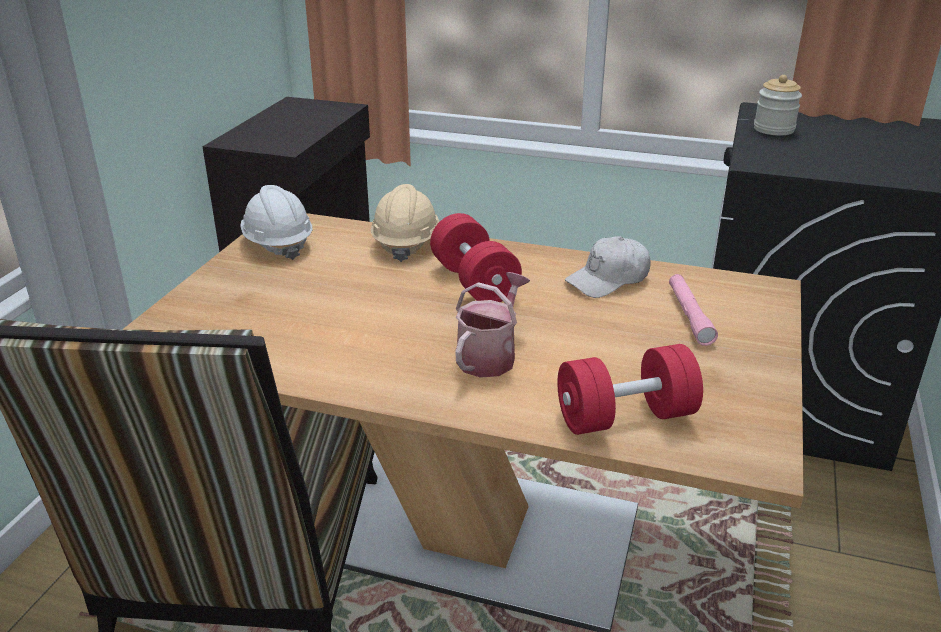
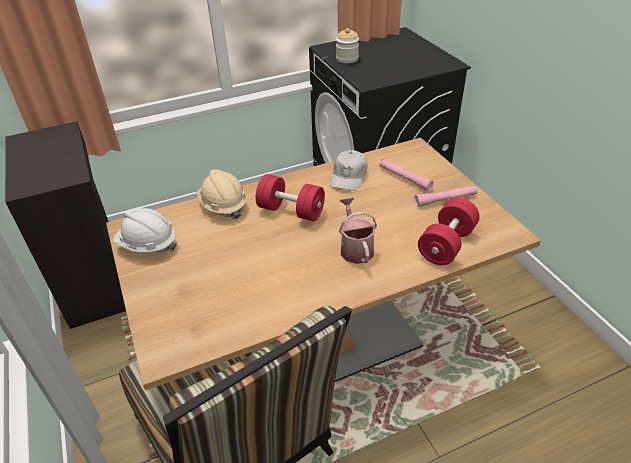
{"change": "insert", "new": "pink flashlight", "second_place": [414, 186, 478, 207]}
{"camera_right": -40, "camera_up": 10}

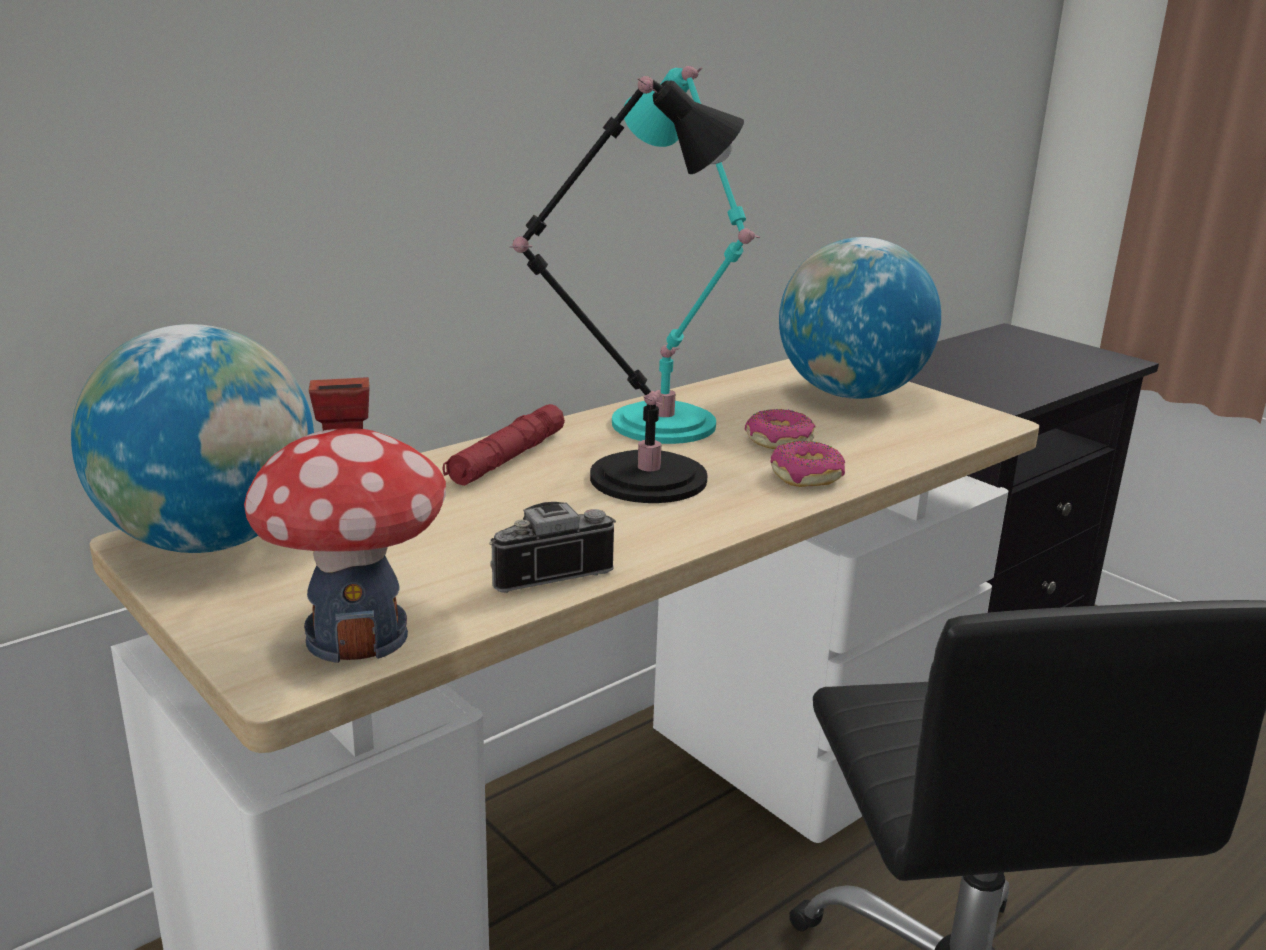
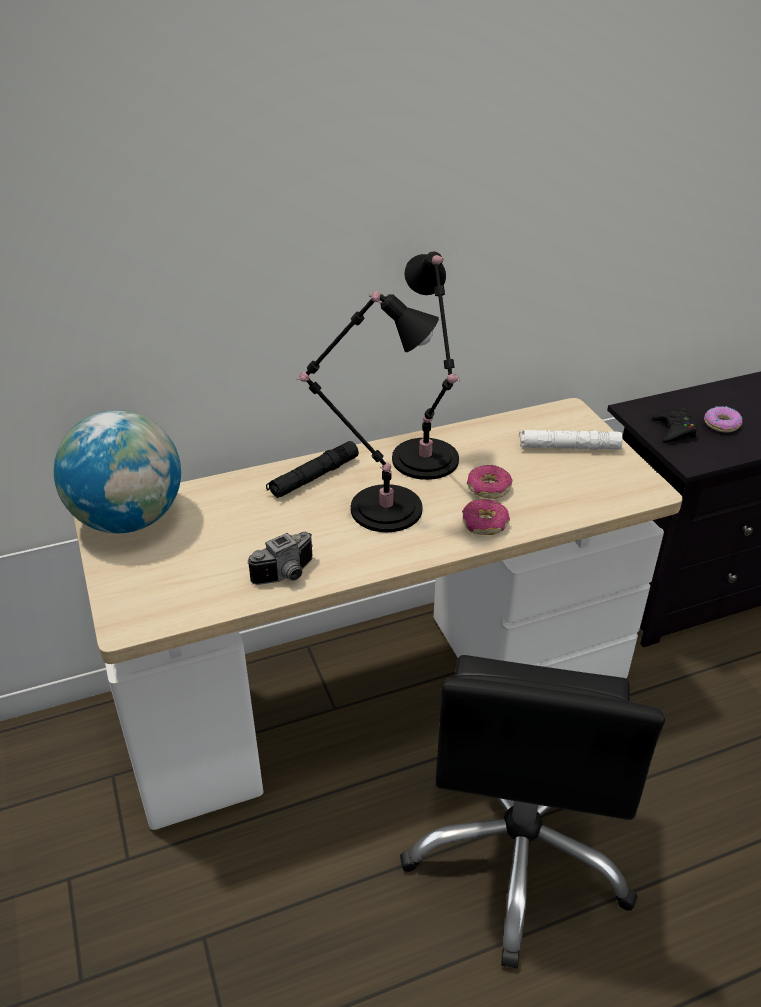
{"change": "delete", "old": "toy house", "first_place": [244, 377, 446, 663]}
{"change": "recolor", "old": "red flashlight", "new": "black flashlight", "first_place": [442, 404, 565, 486], "second_place": [266, 441, 359, 498]}
{"change": "rotate", "old": "photo camera", "first_place": [489, 502, 616, 593], "second_place": [248, 532, 312, 585], "degrees": 150}
{"change": "recolor", "old": "turquoise table lamp", "new": "black table lamp", "first_place": [612, 66, 760, 444], "second_place": [392, 251, 460, 480]}
{"change": "replace", "old": "globe", "new": "white flashlight", "first_place": [779, 237, 941, 399], "second_place": [519, 430, 623, 450]}
{"change": "insert", "new": "black game controller", "second_place": [652, 408, 698, 442]}
{"change": "insert", "new": "donut", "second_place": [704, 406, 742, 433]}
{"camera_right": 20, "camera_up": 15}

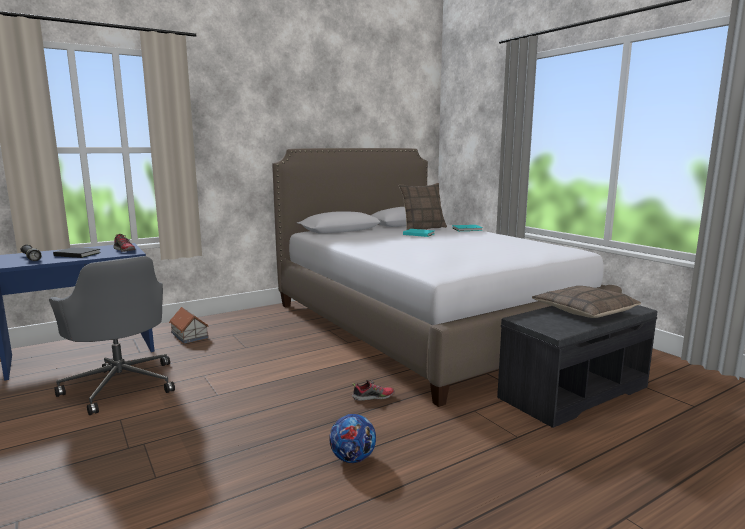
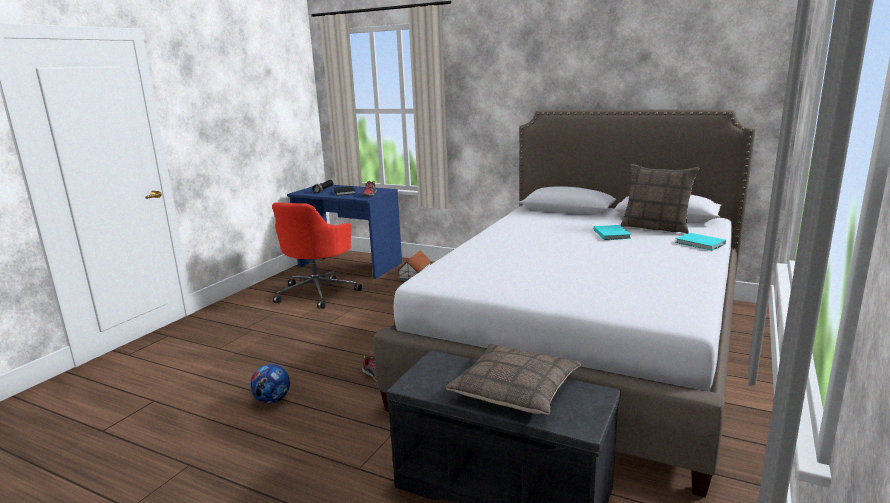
{"change": "recolor", "old": "grey office chair", "new": "red office chair", "first_place": [49, 256, 175, 415], "second_place": [272, 202, 362, 309]}
{"camera_right": 60, "camera_up": 5}

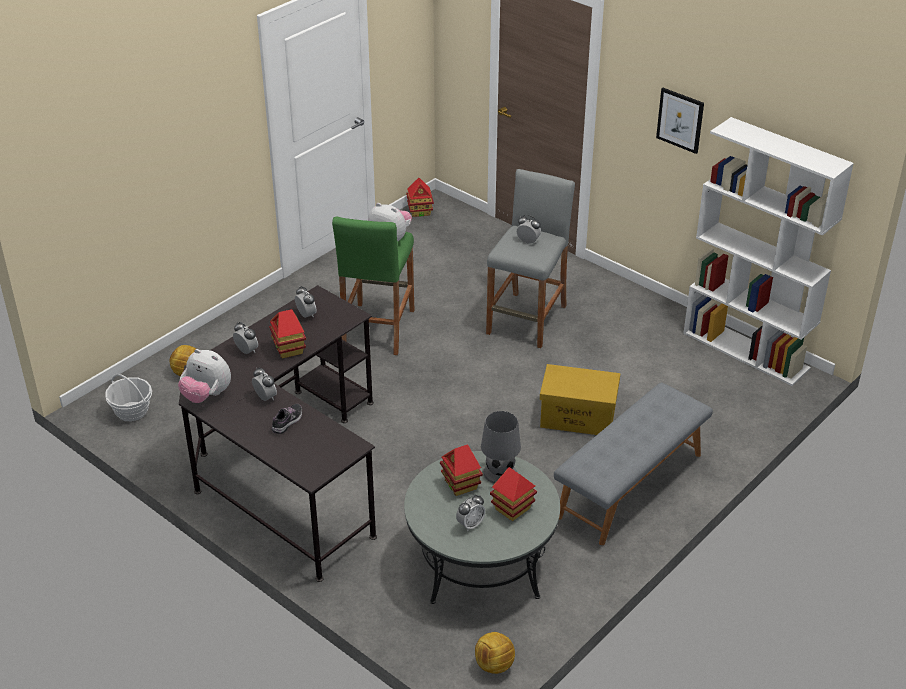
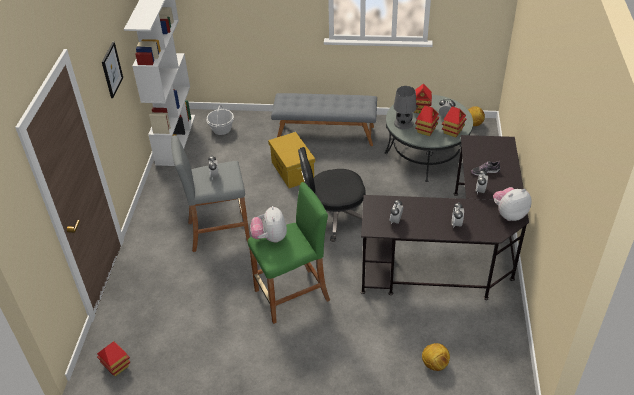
{"change": "move", "old": "basket", "first_place": [105, 374, 152, 421], "second_place": [207, 104, 234, 135]}
{"change": "rotate", "old": "plush toy", "first_place": [178, 349, 231, 403], "second_place": [493, 187, 532, 221], "degrees": -105}
{"change": "move", "old": "toy house", "first_place": [269, 309, 306, 359], "second_place": [442, 106, 467, 138]}
{"change": "insert", "new": "black office chair", "second_place": [298, 147, 365, 242]}
{"camera_right": -125, "camera_up": 5}

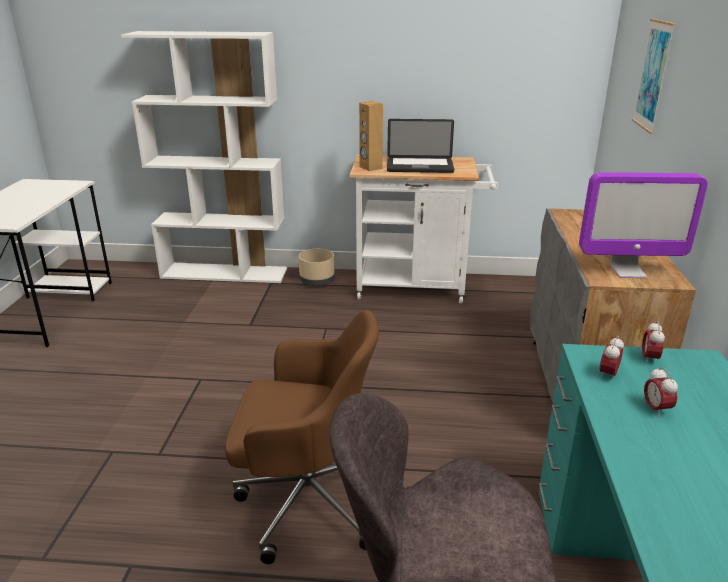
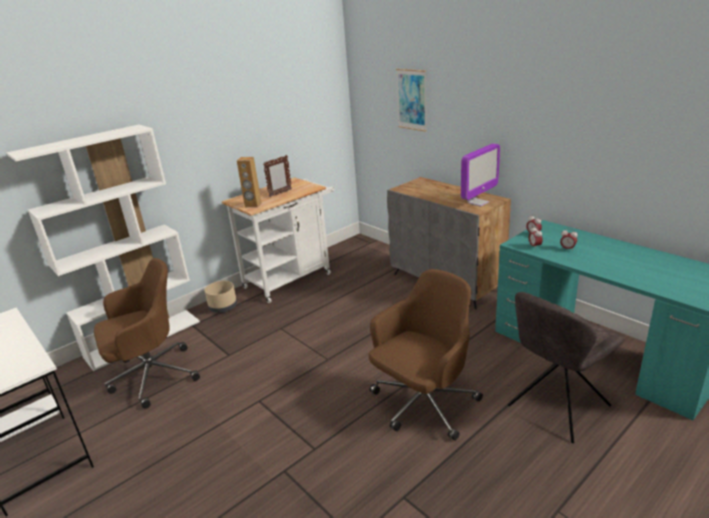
{"change": "replace", "old": "laptop", "new": "picture frame", "first_place": [387, 119, 454, 173], "second_place": [263, 155, 292, 197]}
{"change": "insert", "new": "brown office chair", "second_place": [94, 258, 200, 409]}
{"camera_right": -45, "camera_up": 0}

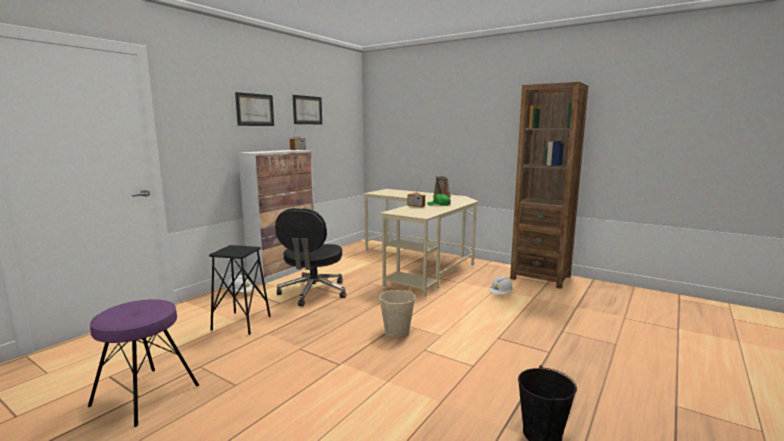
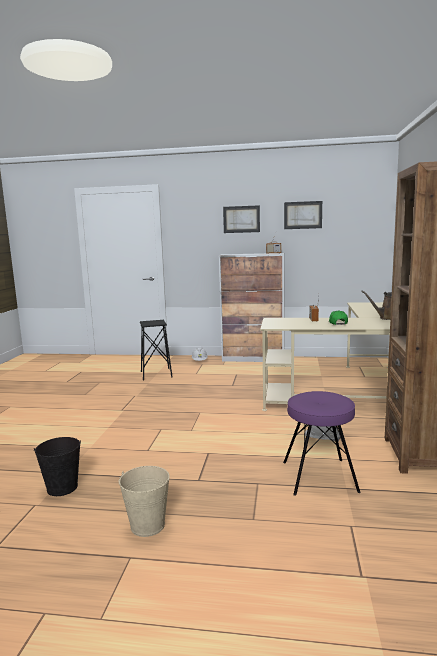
{"change": "move", "old": "purple stool", "first_place": [88, 299, 199, 427], "second_place": [283, 391, 361, 496]}
{"change": "delete", "old": "black office chair", "first_place": [275, 208, 346, 306]}
{"change": "move", "old": "beige bucket", "first_place": [379, 290, 416, 338], "second_place": [119, 466, 170, 537]}
{"camera_right": 65, "camera_up": 0}

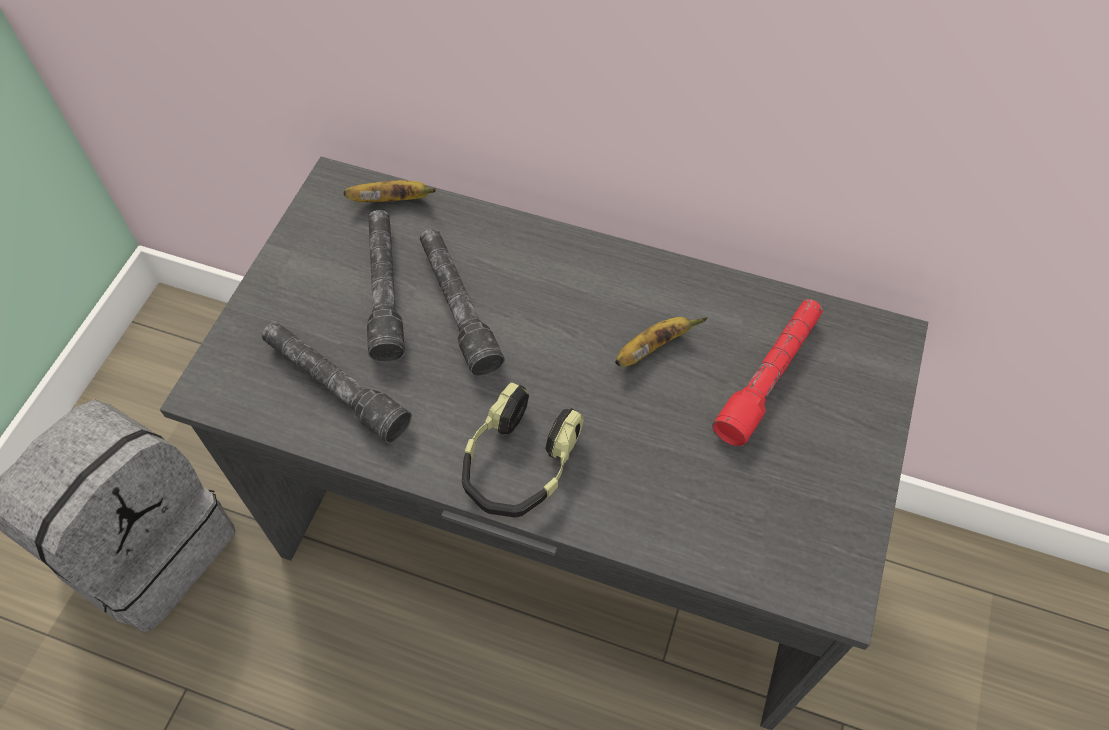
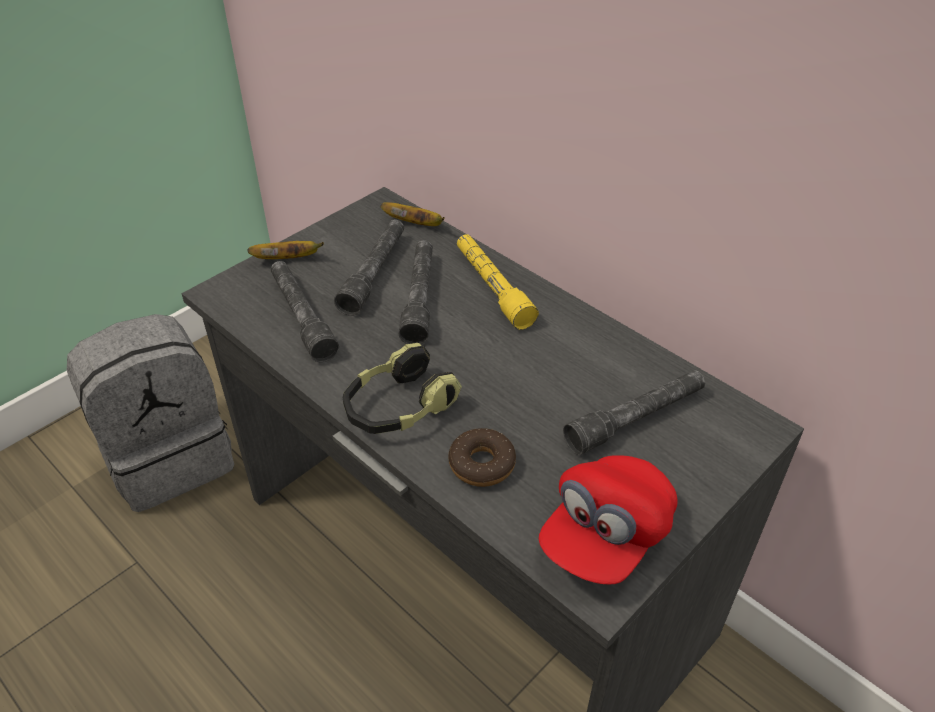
{"change": "move", "old": "banana", "first_place": [615, 317, 708, 367], "second_place": [247, 241, 324, 259]}
{"change": "recolor", "old": "red flashlight", "new": "grey flashlight", "first_place": [712, 299, 823, 447], "second_place": [563, 370, 705, 455]}
{"change": "insert", "new": "donut", "second_place": [449, 428, 516, 487]}
{"change": "insert", "new": "yellow flashlight", "second_place": [457, 234, 539, 330]}
{"change": "insert", "new": "red cap", "second_place": [539, 455, 678, 585]}
{"camera_right": 25, "camera_up": -15}

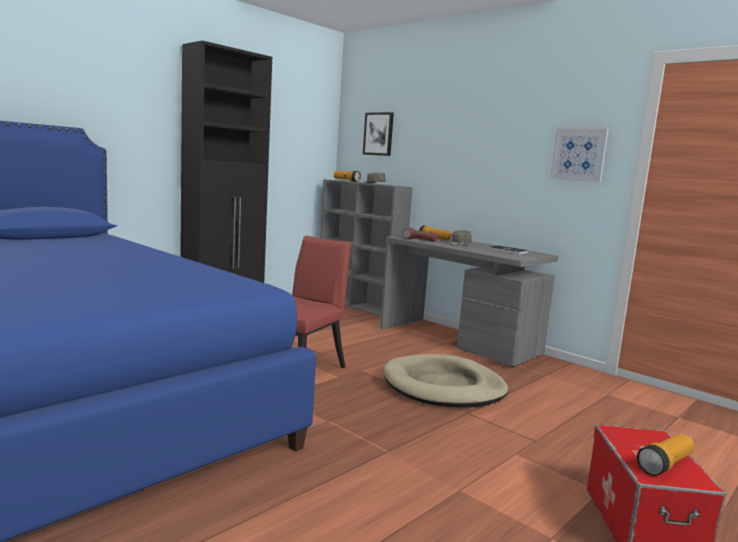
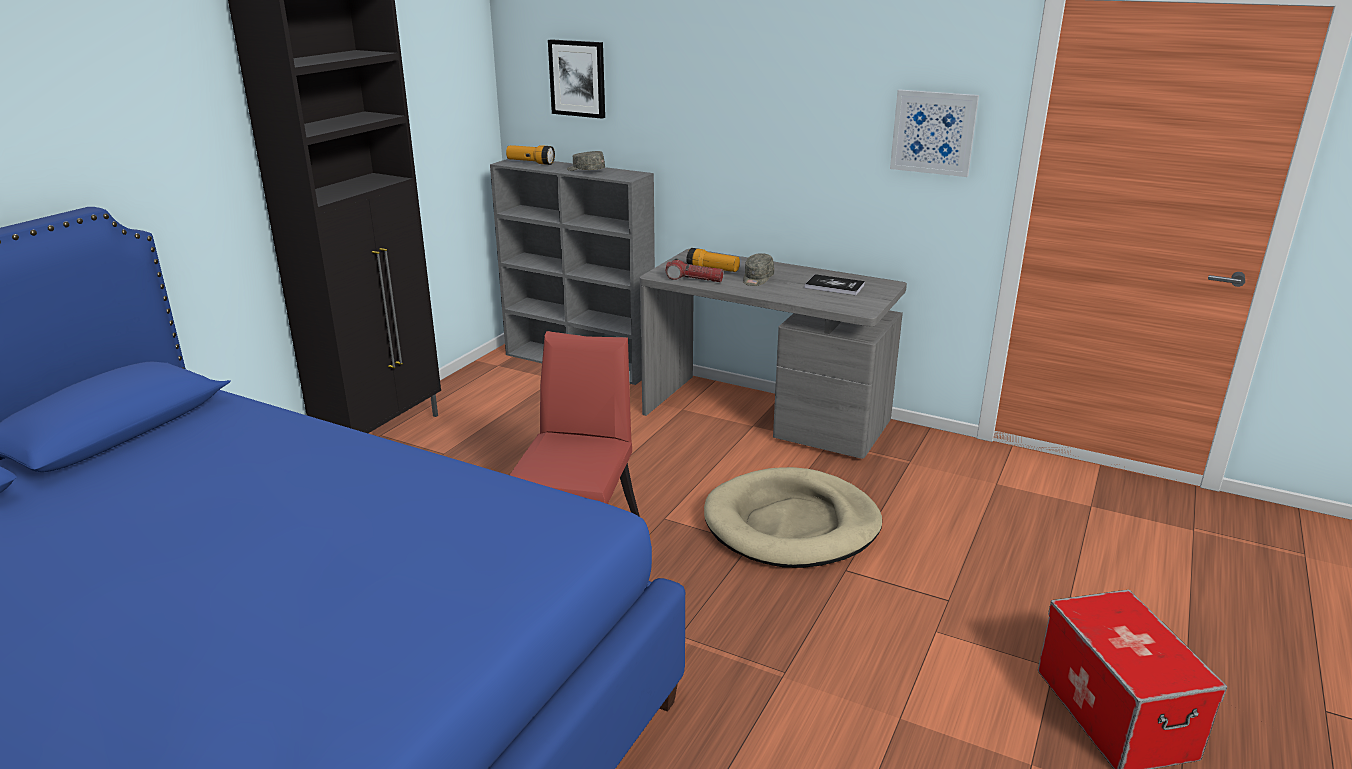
{"change": "delete", "old": "flashlight", "first_place": [637, 434, 694, 476]}
{"camera_right": -15, "camera_up": 15}

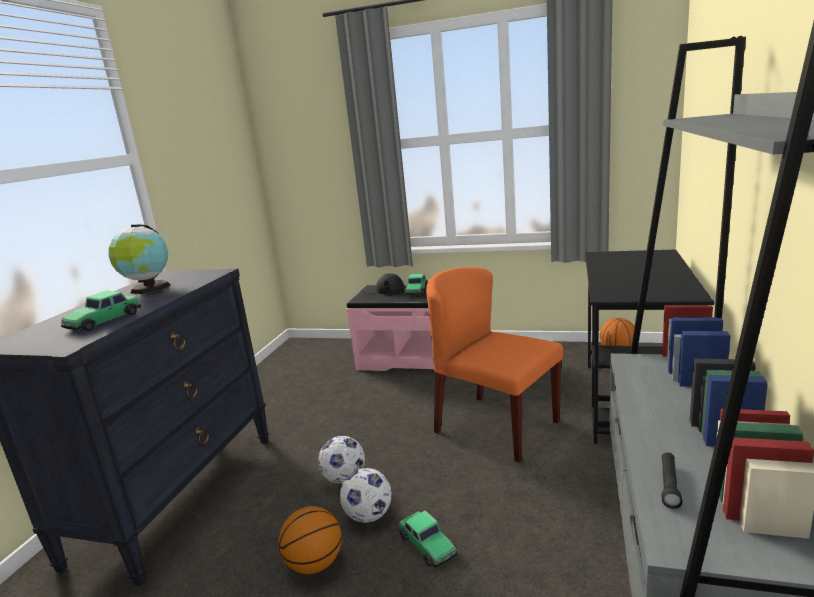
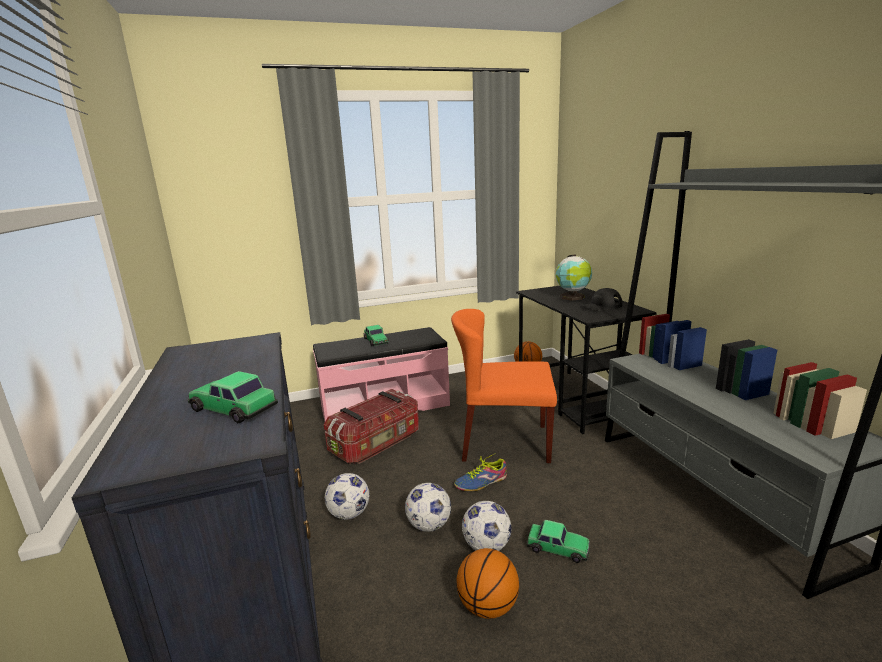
{"change": "rotate", "old": "toy car", "first_place": [61, 290, 141, 331], "second_place": [188, 371, 278, 423], "degrees": 120}
{"change": "move", "old": "globe", "first_place": [109, 224, 170, 294], "second_place": [556, 255, 592, 301]}
{"change": "move", "old": "black cap", "first_place": [364, 273, 405, 294], "second_place": [581, 288, 623, 311]}
{"change": "delete", "old": "black flashlight", "first_place": [661, 453, 682, 509]}
{"change": "insert", "new": "storage box", "second_place": [324, 389, 419, 464]}
{"change": "insert", "new": "football", "second_place": [324, 473, 370, 520]}
{"change": "insert", "new": "shoe", "second_place": [454, 454, 507, 491]}
{"camera_right": -35, "camera_up": 0}

